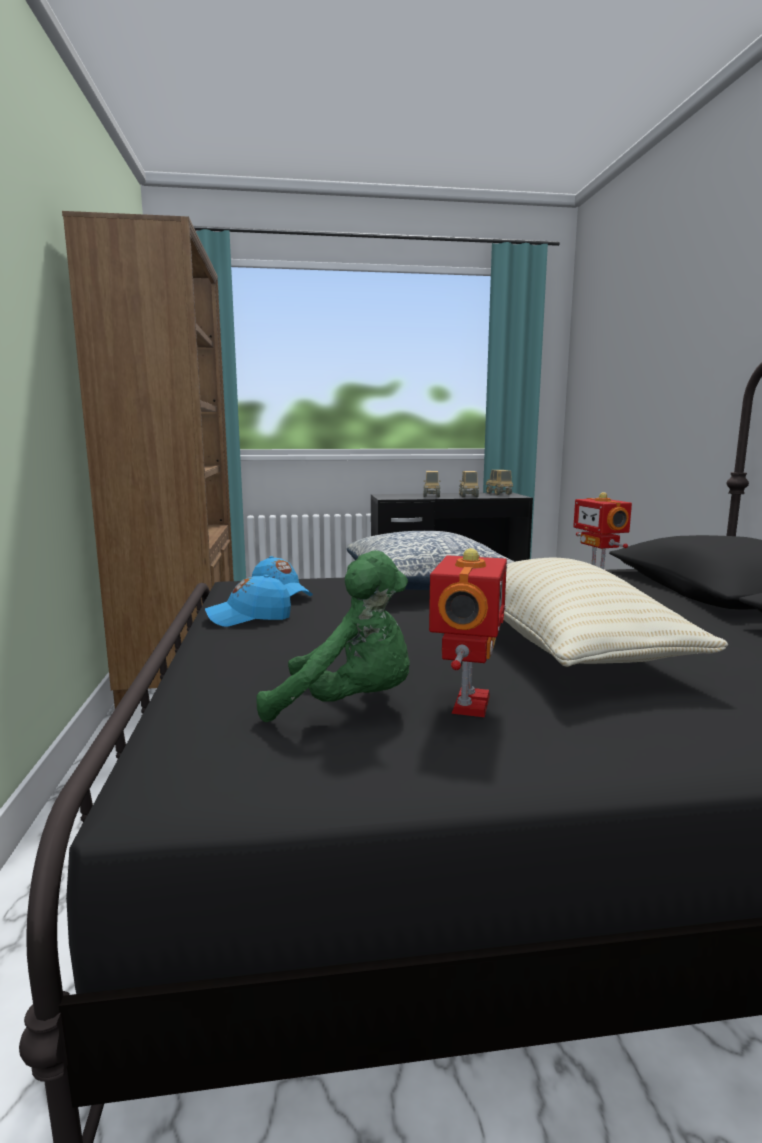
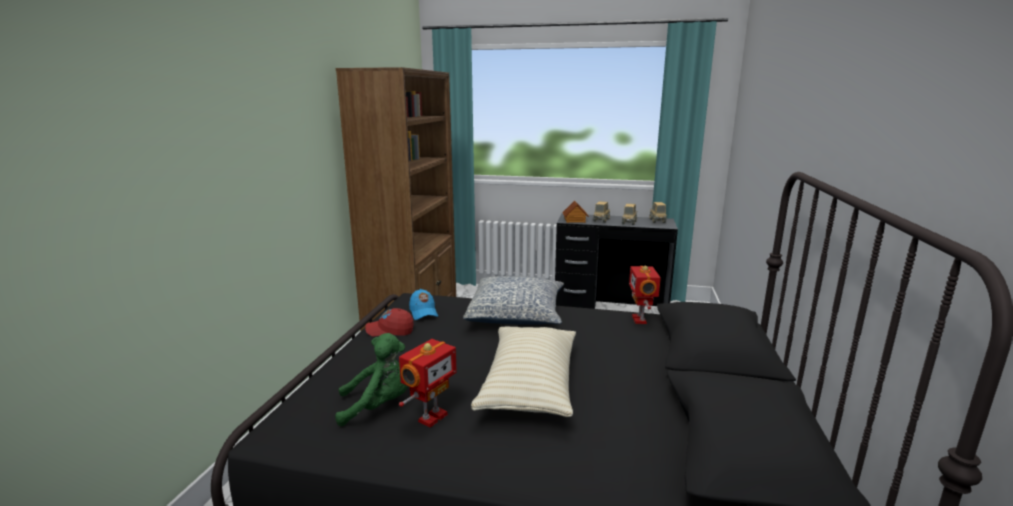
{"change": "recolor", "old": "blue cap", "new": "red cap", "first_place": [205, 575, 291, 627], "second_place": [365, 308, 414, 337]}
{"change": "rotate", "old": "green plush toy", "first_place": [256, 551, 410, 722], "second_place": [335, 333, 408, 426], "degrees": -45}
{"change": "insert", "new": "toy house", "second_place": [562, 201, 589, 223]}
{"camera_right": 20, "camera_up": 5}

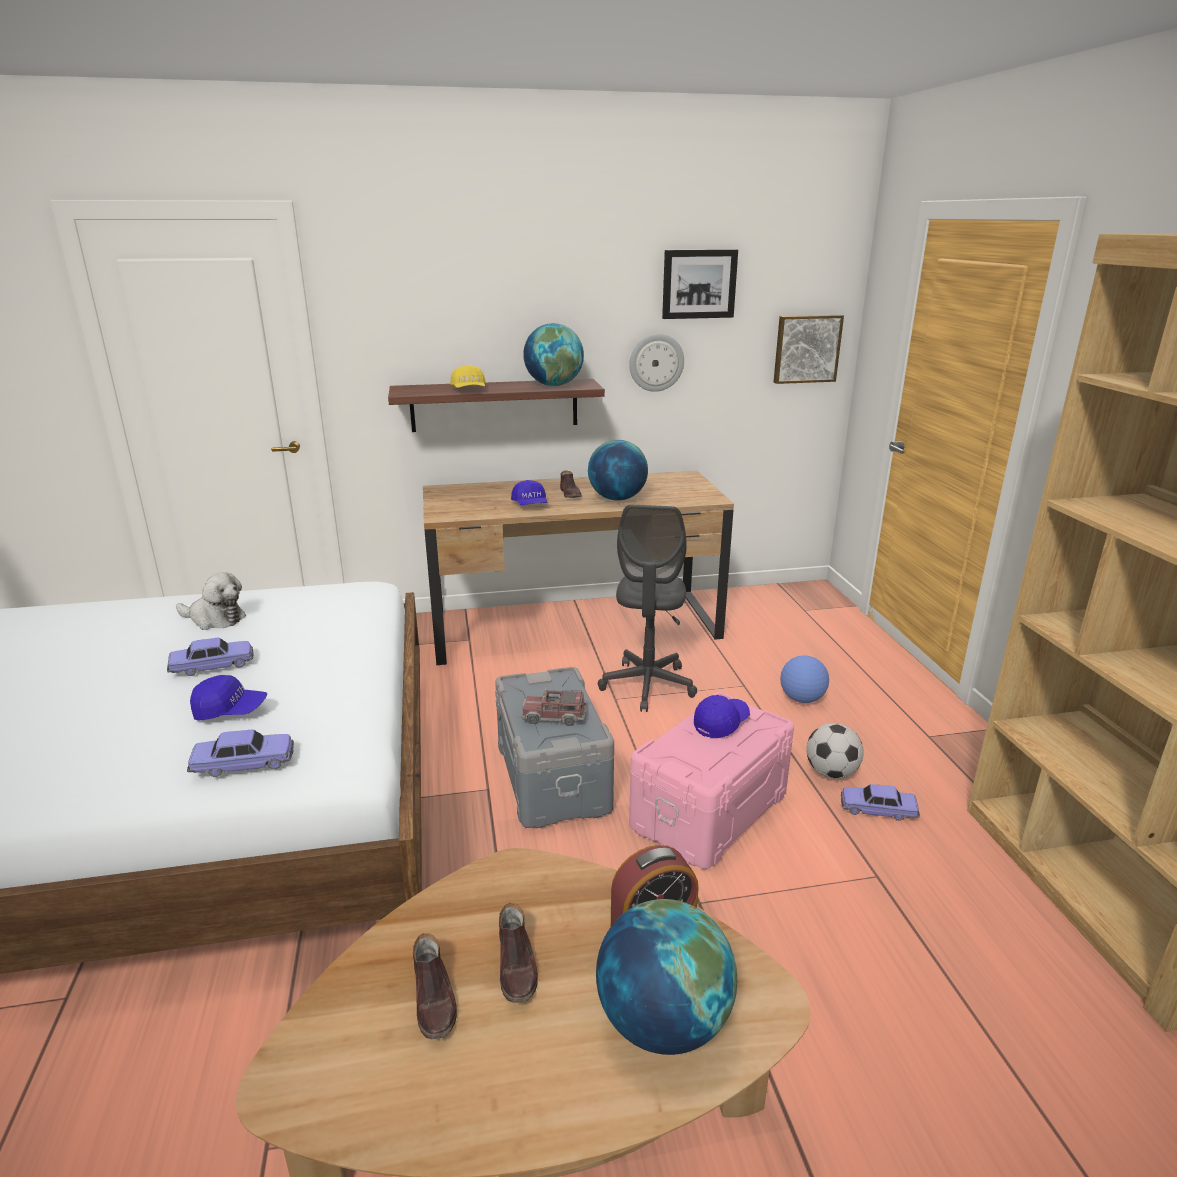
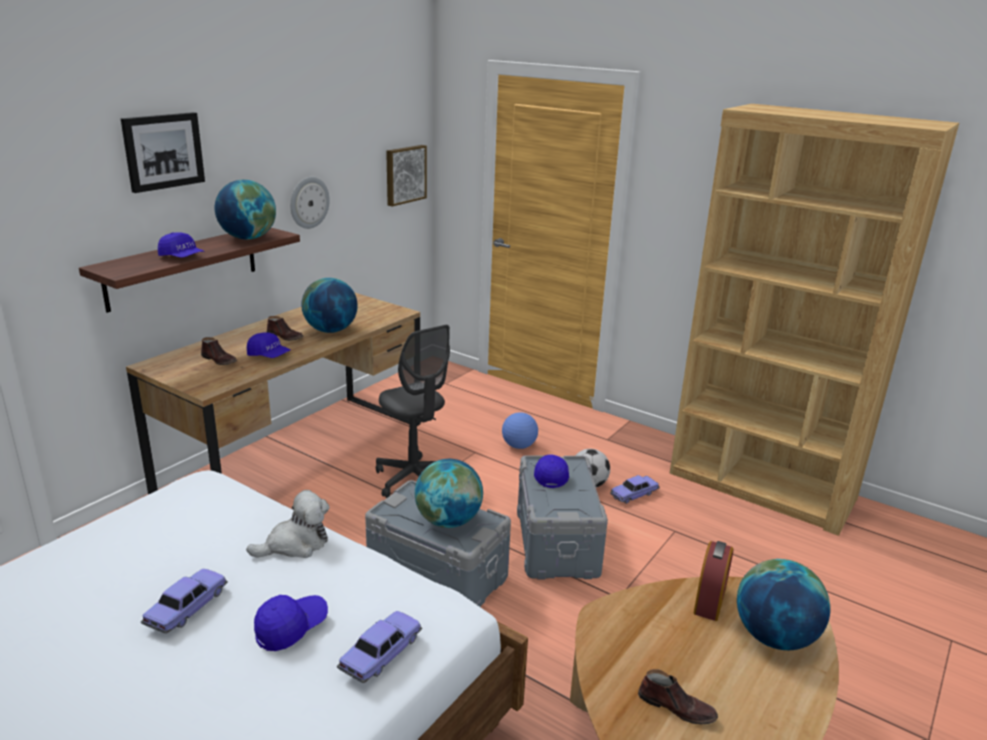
{"change": "move", "old": "plush toy", "first_place": [176, 572, 246, 630], "second_place": [246, 490, 330, 558]}
{"change": "recolor", "old": "yellow cap", "new": "blue cap", "first_place": [450, 365, 486, 388], "second_place": [158, 232, 205, 258]}
{"change": "move", "old": "brown shoe", "first_place": [499, 903, 538, 1003], "second_place": [201, 337, 237, 365]}
{"change": "replace", "old": "toy truck", "new": "globe", "first_place": [521, 689, 587, 726], "second_place": [415, 459, 483, 528]}
{"change": "recolor", "old": "pink storage box", "new": "grey storage box", "first_place": [629, 692, 794, 869], "second_place": [517, 455, 608, 579]}
{"change": "move", "old": "picture", "first_place": [662, 249, 738, 319], "second_place": [121, 112, 205, 193]}
{"camera_right": -45, "camera_up": 0}

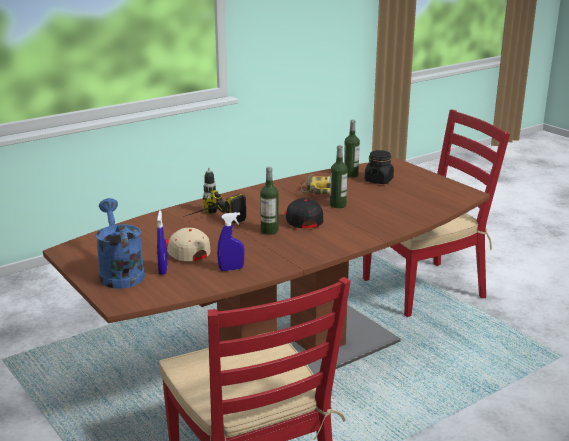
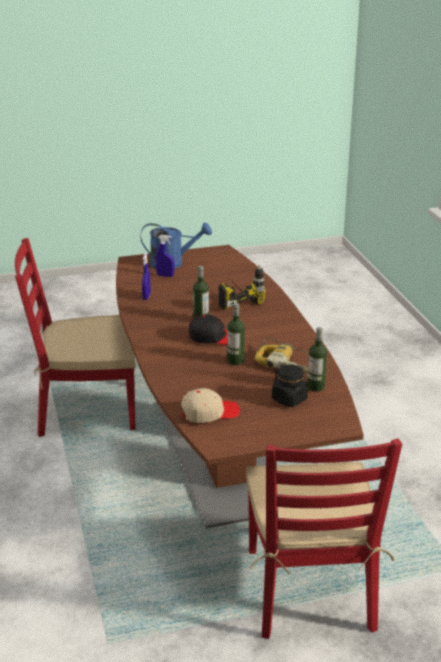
{"change": "move", "old": "beige cap", "first_place": [166, 228, 211, 261], "second_place": [181, 388, 240, 423]}
{"camera_right": 110, "camera_up": 5}

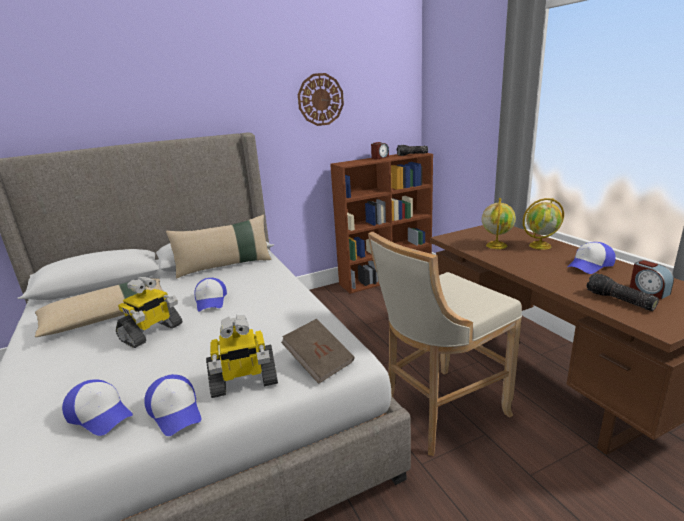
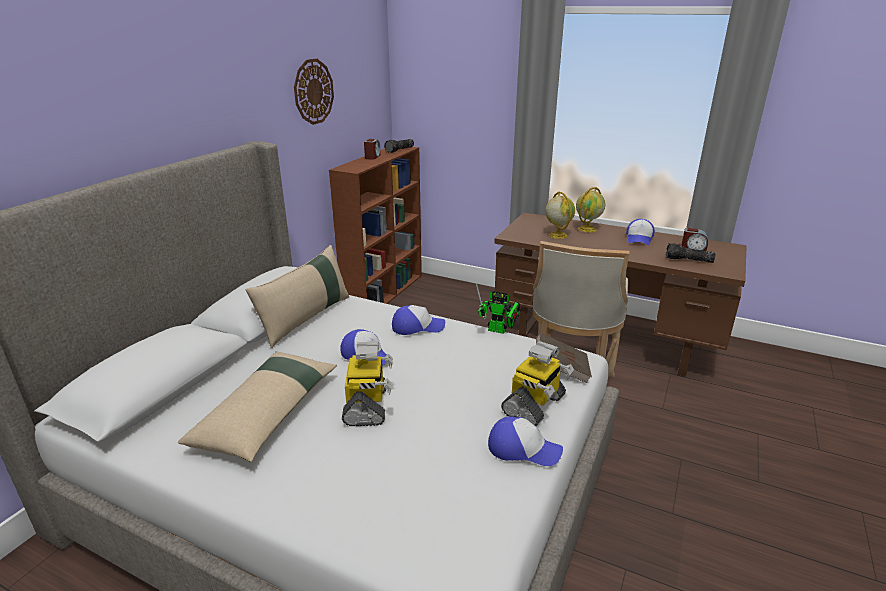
{"change": "move", "old": "cap", "first_place": [62, 379, 133, 436], "second_place": [392, 305, 445, 335]}
{"change": "insert", "new": "toy robot", "second_place": [476, 283, 520, 334]}
{"camera_right": -40, "camera_up": 5}

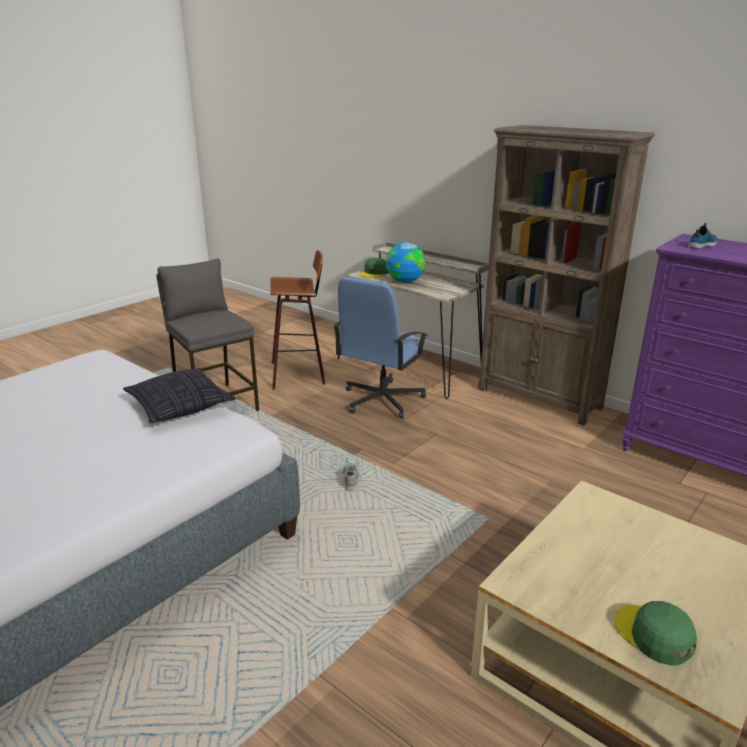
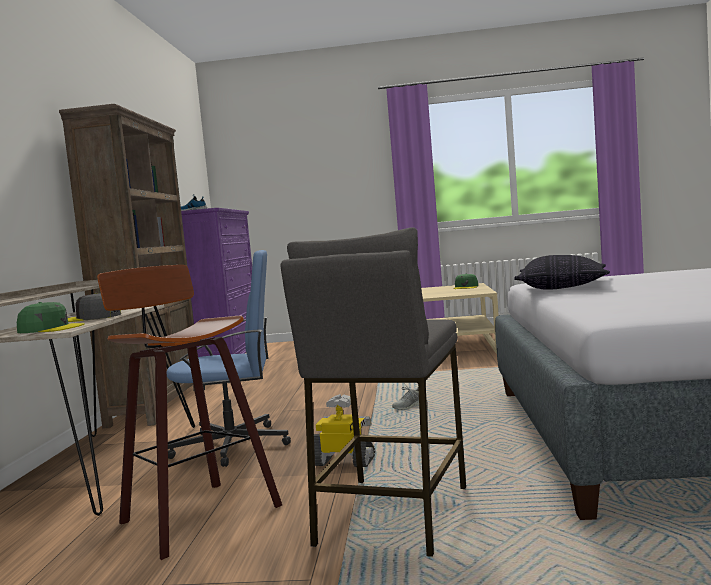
{"change": "replace", "old": "globe", "new": "grey cap", "first_place": [386, 242, 426, 283], "second_place": [68, 293, 121, 322]}
{"change": "insert", "new": "toy robot", "second_place": [314, 394, 375, 467]}
{"camera_right": -125, "camera_up": -20}

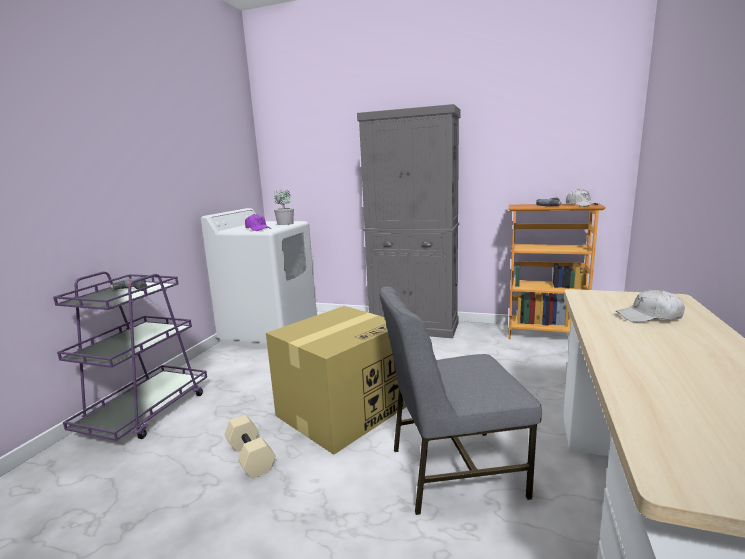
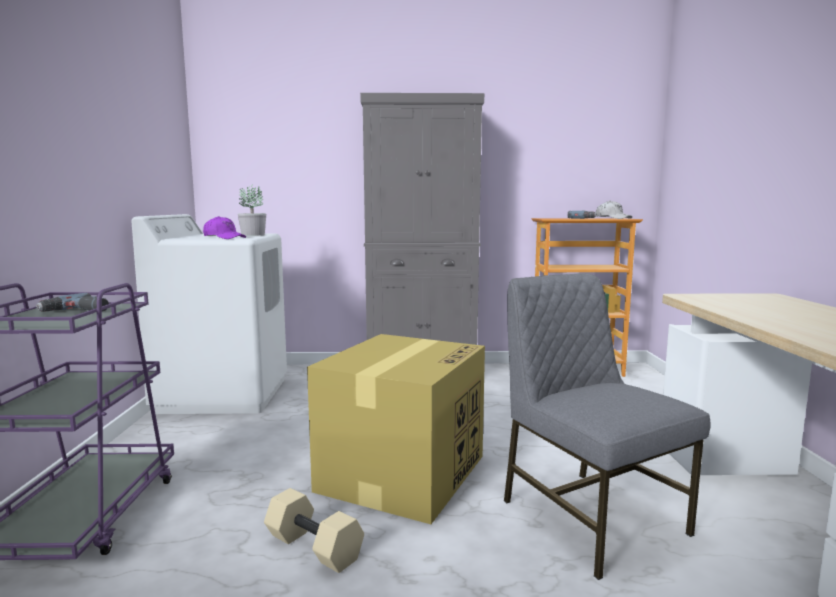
{"change": "rotate", "old": "grey chair", "first_place": [380, 286, 542, 515], "second_place": [504, 273, 710, 580], "degrees": 90}
{"change": "delete", "old": "white cap", "first_place": [616, 289, 685, 322]}
{"camera_right": -20, "camera_up": -5}

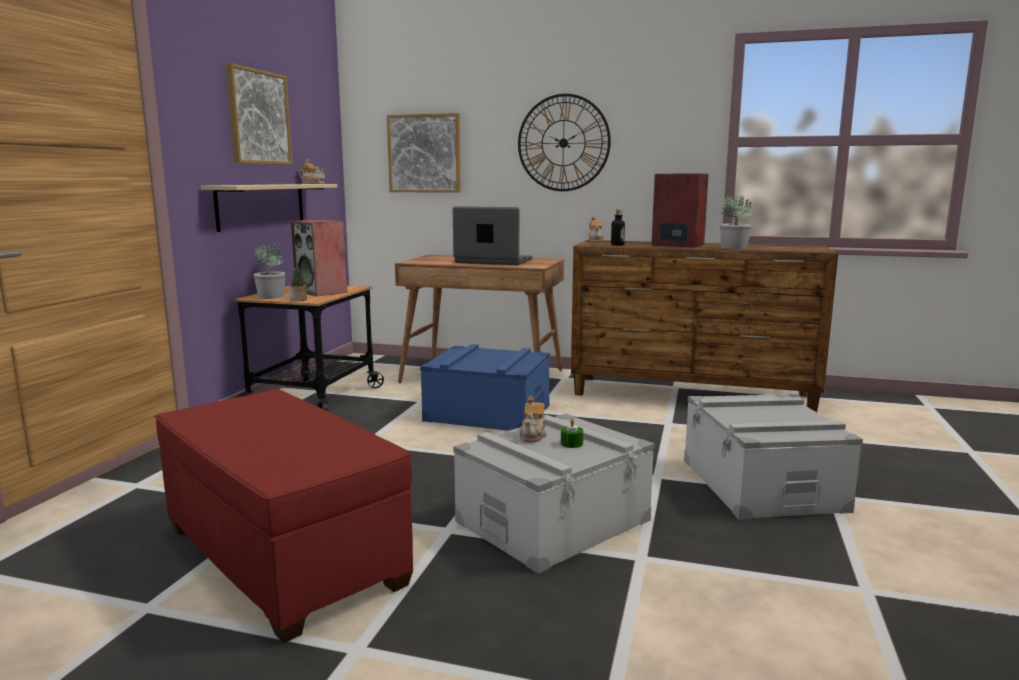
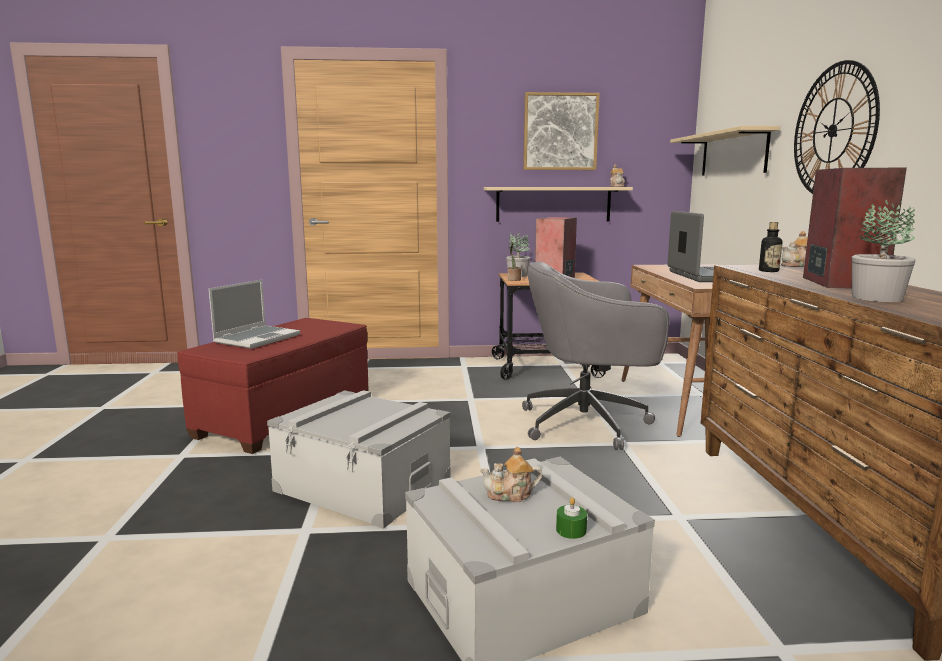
{"change": "replace", "old": "picture", "new": "beige shelf", "first_place": [387, 113, 461, 193], "second_place": [670, 126, 780, 175]}
{"change": "replace", "old": "blue storage box", "new": "grey office chair", "first_place": [420, 344, 550, 431], "second_place": [522, 261, 669, 450]}
{"change": "move", "old": "teapot", "first_place": [520, 396, 547, 442], "second_place": [480, 447, 542, 502]}
{"change": "move", "old": "green candle", "first_place": [561, 418, 583, 448], "second_place": [556, 497, 587, 539]}
{"change": "insert", "new": "laptop", "second_place": [209, 280, 300, 349]}
{"camera_right": 70, "camera_up": 0}

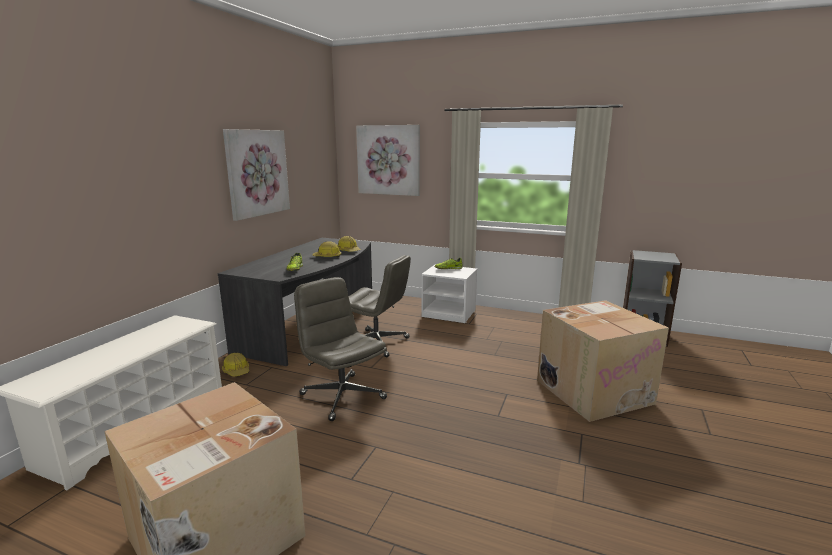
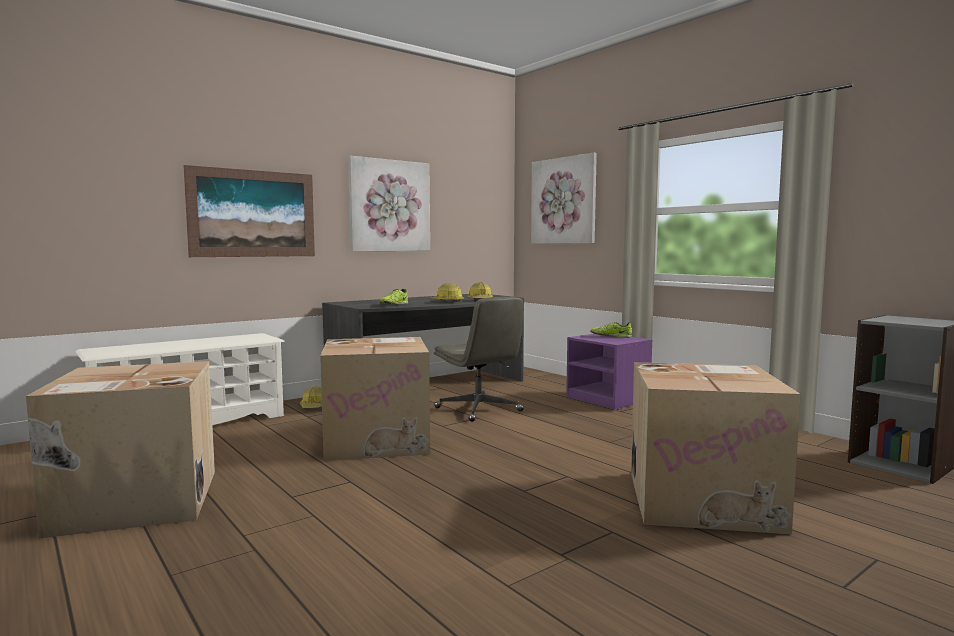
{"change": "replace", "old": "grey office chair", "new": "cardboard box", "first_place": [294, 277, 387, 421], "second_place": [320, 337, 430, 461]}
{"change": "recolor", "old": "white nightstand", "new": "purple nightstand", "first_place": [421, 264, 477, 323], "second_place": [566, 334, 653, 410]}
{"change": "insert", "new": "picture", "second_place": [183, 165, 315, 257]}
{"camera_right": 30, "camera_up": -10}

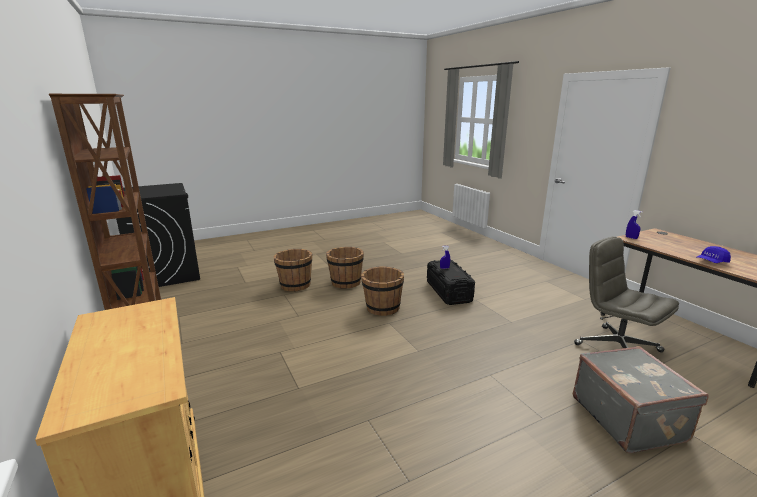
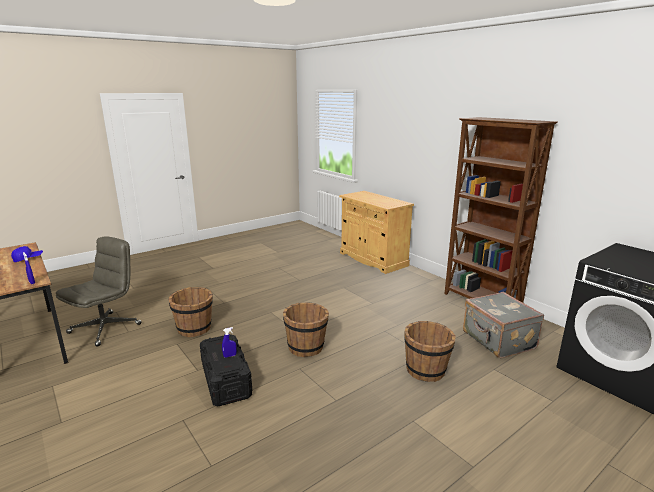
{"change": "move", "old": "brown bucket", "first_place": [326, 247, 364, 289], "second_place": [168, 287, 213, 337]}
{"change": "move", "old": "grey suitcase", "first_place": [573, 346, 709, 453], "second_place": [463, 292, 544, 359]}
{"change": "rotate", "old": "grey office chair", "first_place": [575, 237, 679, 352], "second_place": [56, 236, 141, 346], "degrees": -105}
{"camera_right": 170, "camera_up": 0}

